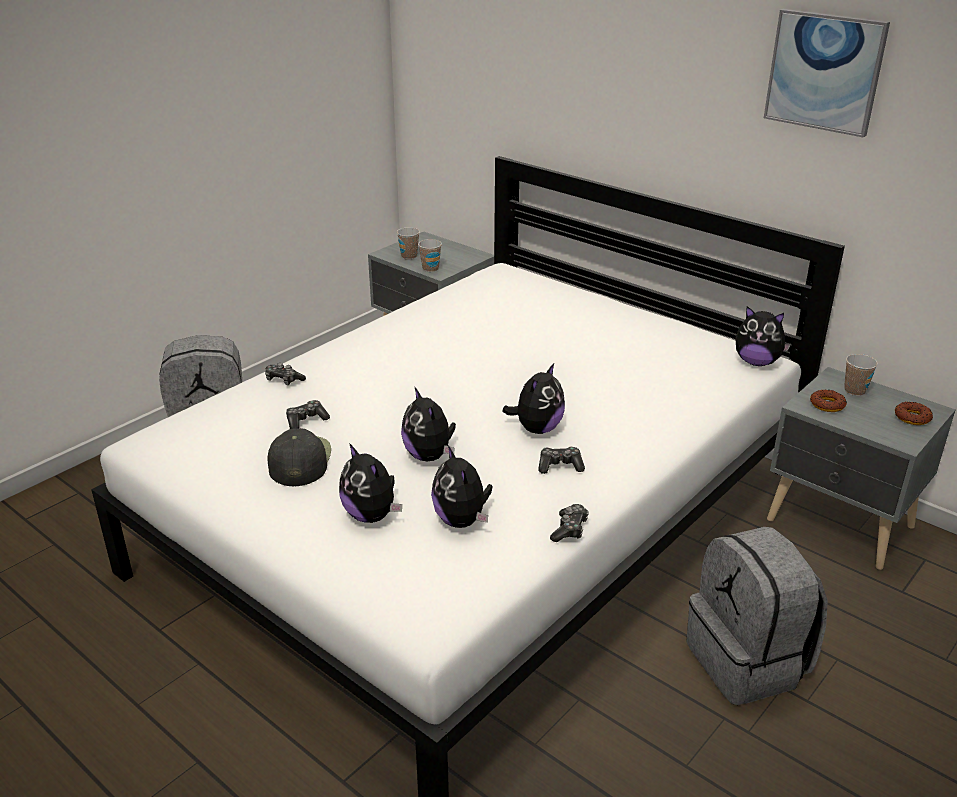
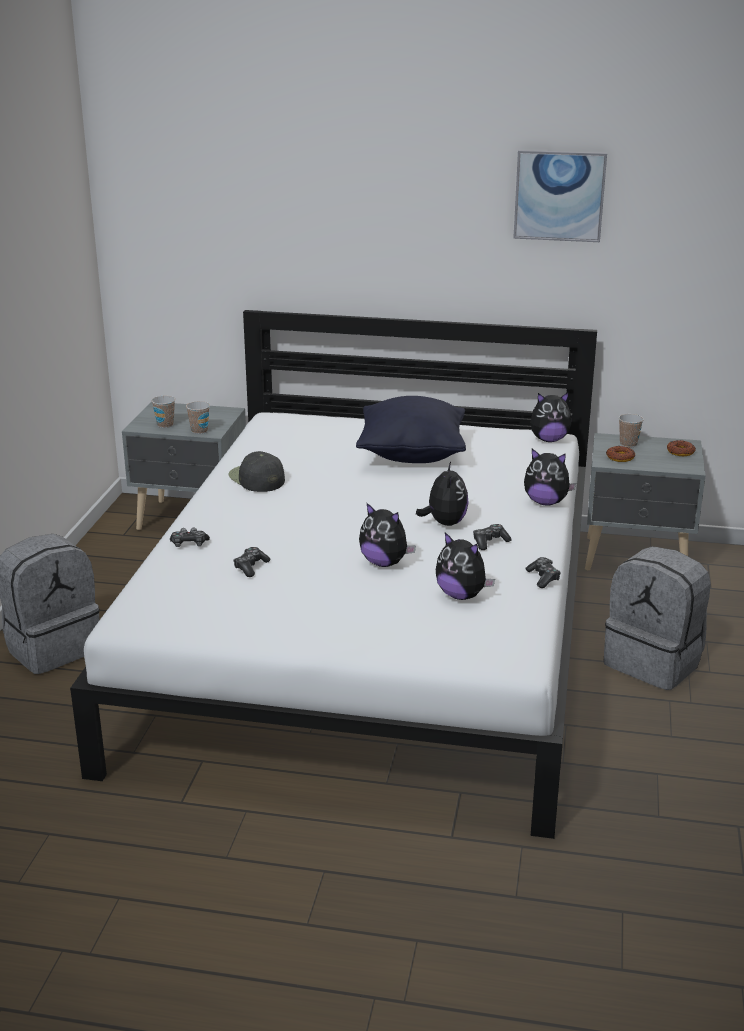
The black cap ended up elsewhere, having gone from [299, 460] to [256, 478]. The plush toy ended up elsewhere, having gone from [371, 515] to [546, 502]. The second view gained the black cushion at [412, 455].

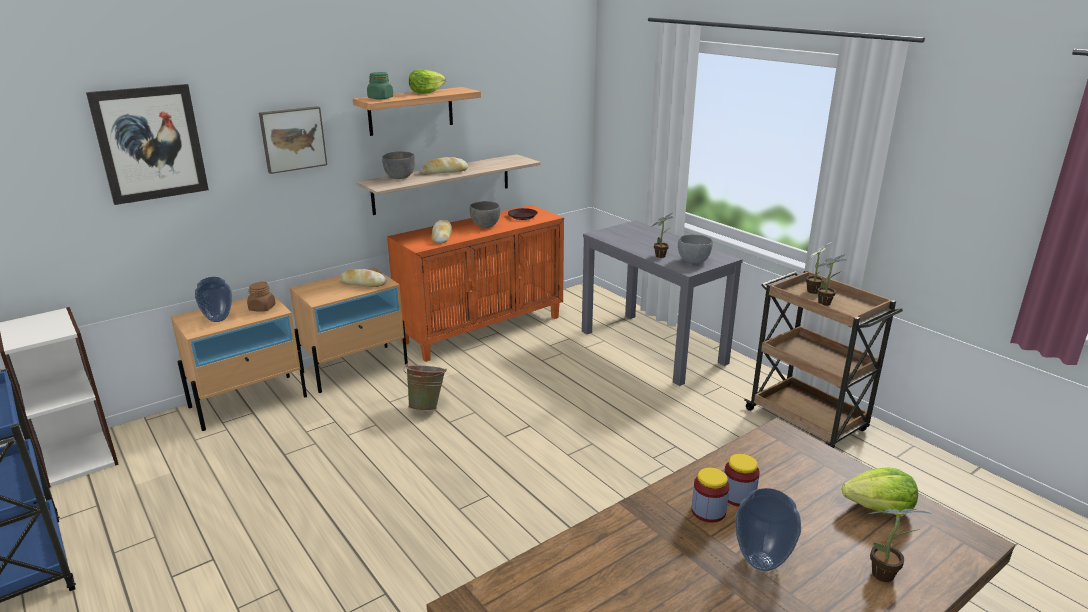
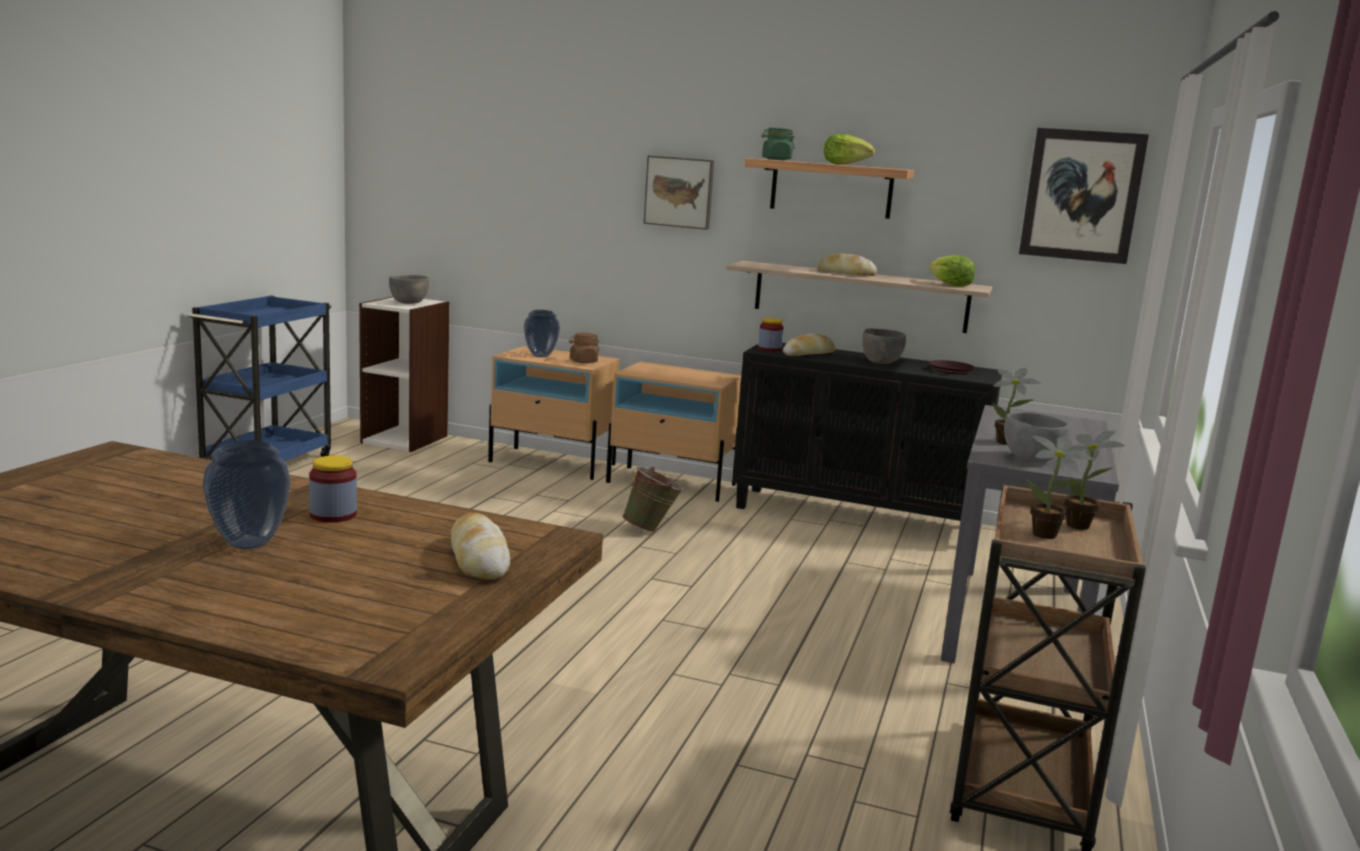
The picture ended up elsewhere, having gone from [150, 143] to [1081, 195]. The baked bread ended up elsewhere, having gone from [362, 283] to [478, 558]. The gray serving bowl ended up elsewhere, having gone from [400, 177] to [409, 303]. What was the orangey cabinet at [483, 329] turned into the black cabinet at [856, 517]. The jar ended up elsewhere, having gone from [738, 496] to [769, 349]. The head of lettuce ended up elsewhere, having gone from [879, 508] to [949, 285]. The second view lost the potted plant at [887, 575].

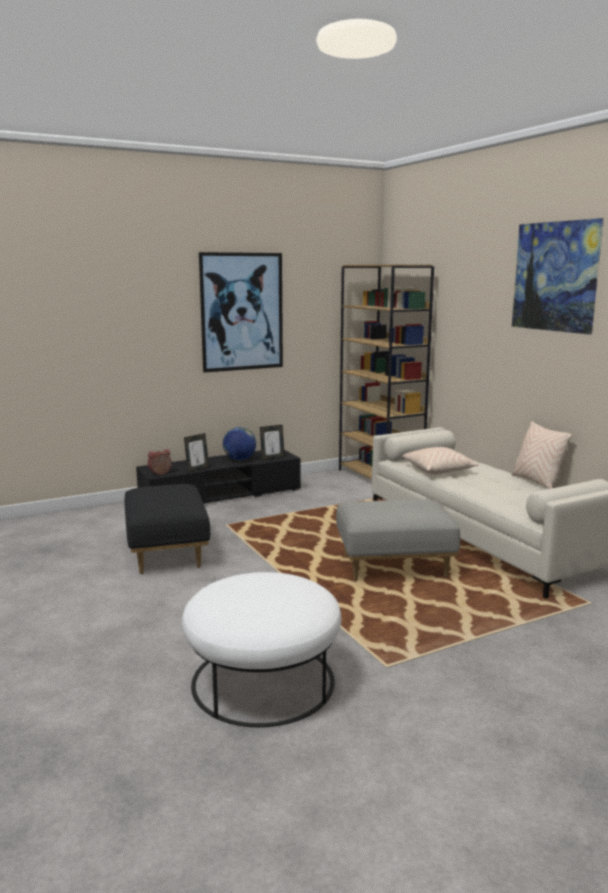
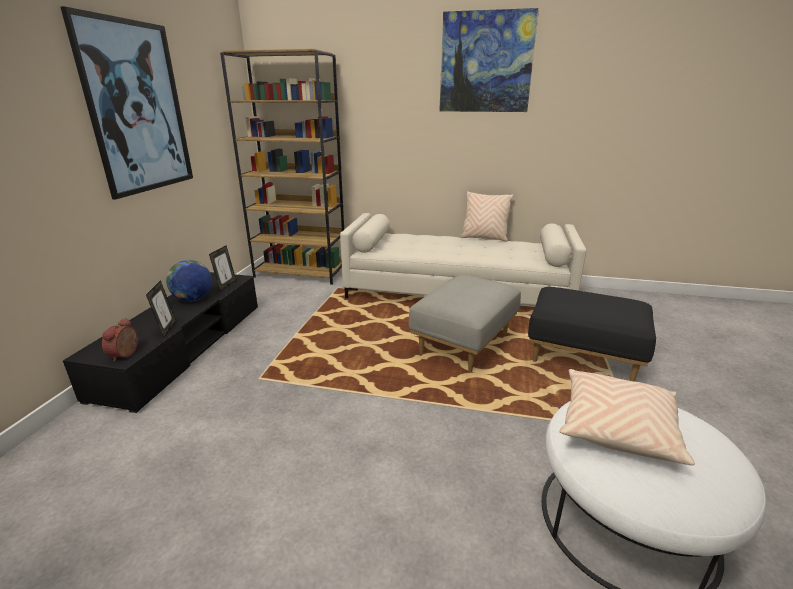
The black footrest ended up elsewhere, having gone from [168, 553] to [583, 357]. The beige-coloured cushion ended up elsewhere, having gone from [439, 470] to [616, 427].

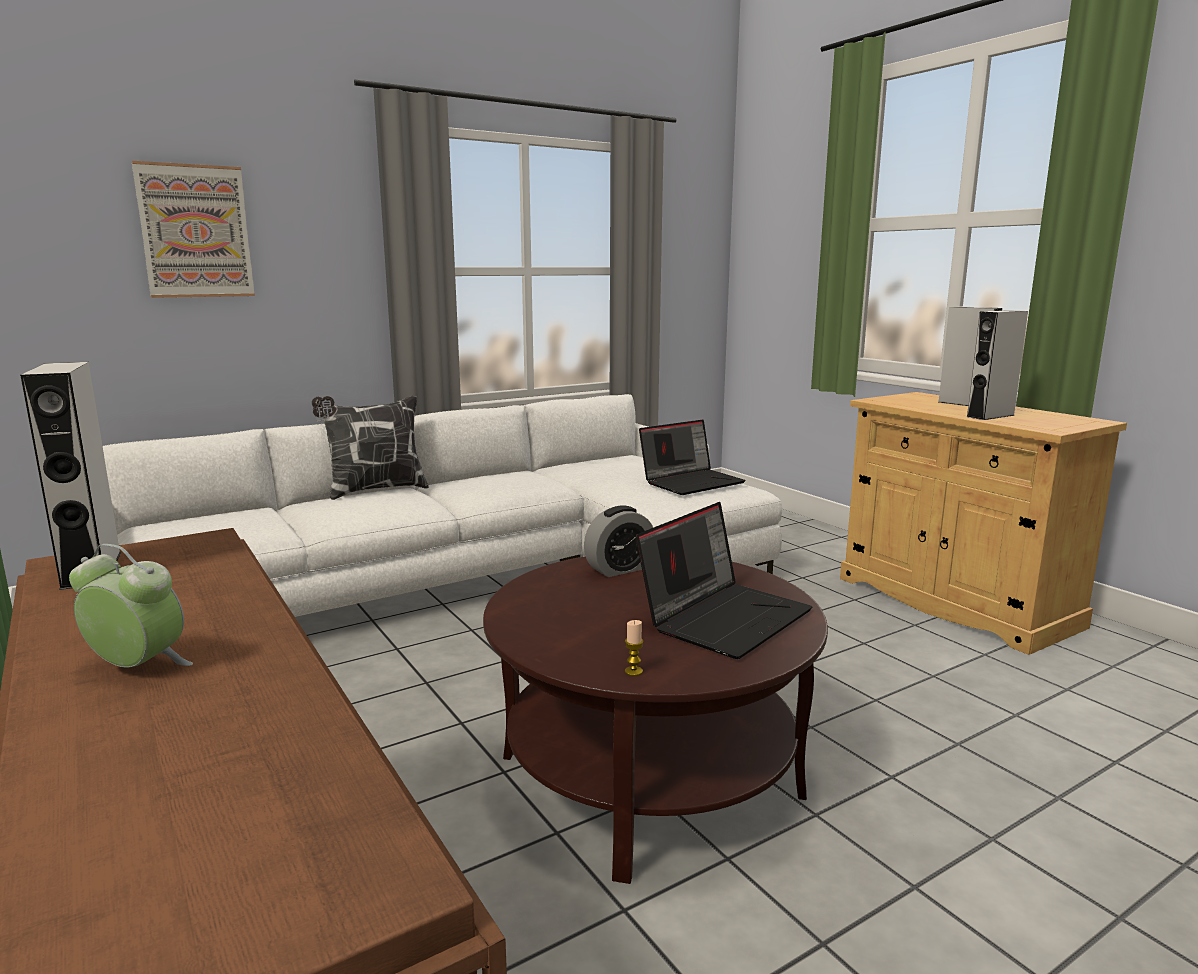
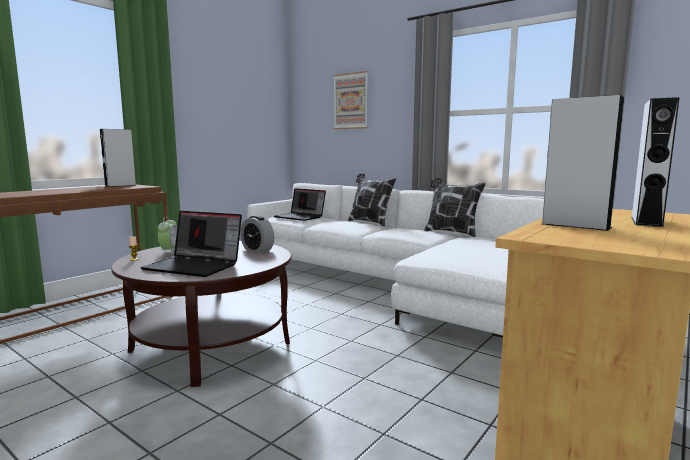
The table clock ended up elsewhere, having gone from [138, 668] to [170, 251]. The notebook computer ended up elsewhere, having gone from [692, 482] to [300, 217]. The second view gained the cushion at [451, 233].

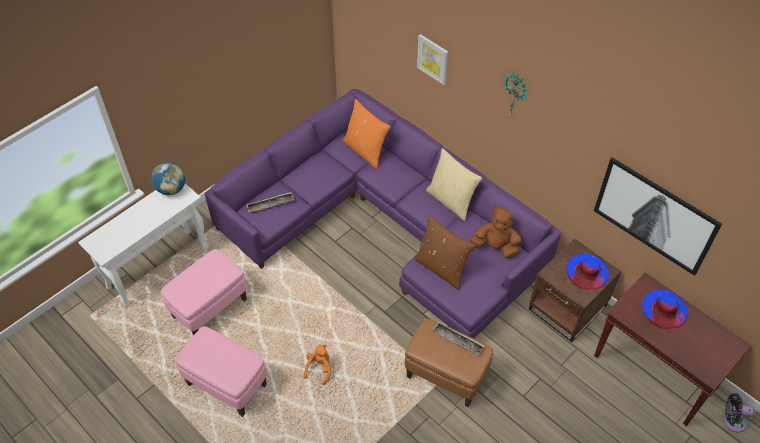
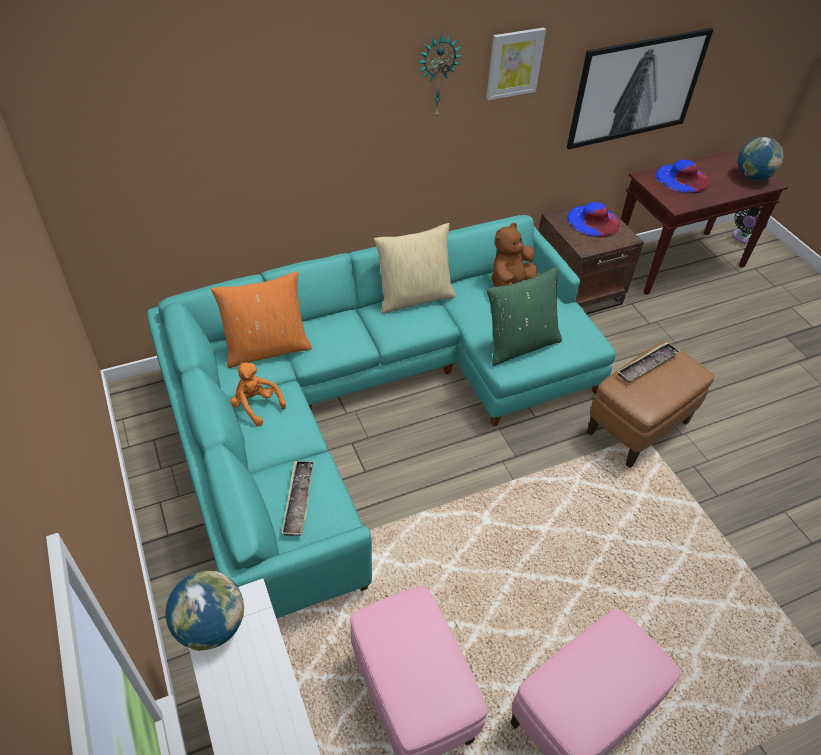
What was the purple-coloured sofa at [388, 224] turned into the turquoise sofa at [369, 401]. The orangey plush toy ended up elsewhere, having gone from [319, 368] to [256, 406]. What was the brownish cushion at [441, 268] turned into the green cushion at [520, 344]. The picture ended up elsewhere, having gone from [433, 59] to [514, 63]. The second view gained the world globe at [752, 177].

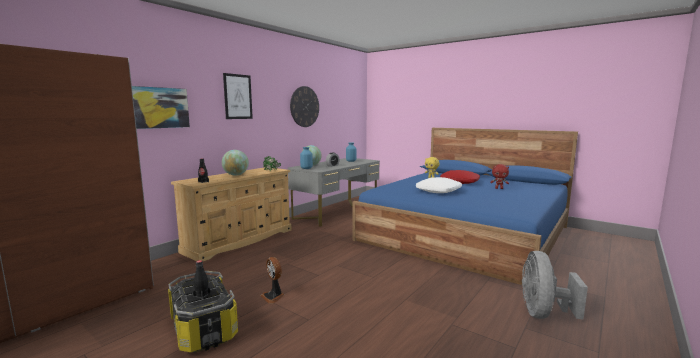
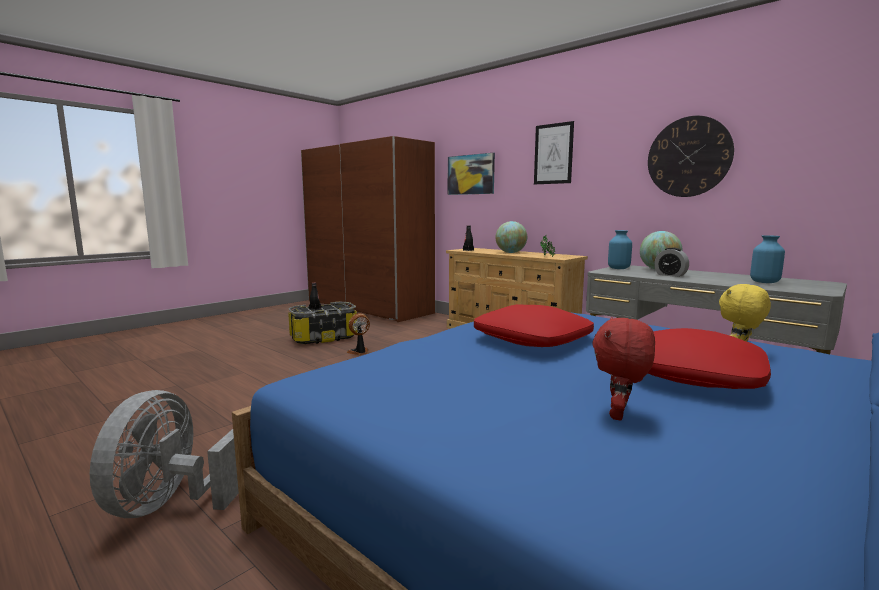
What was the white cushion at [438, 191] turned into the red-coloured cushion at [531, 340]. The gray electric fan at [543, 313] ended up facing another way, 105 degrees counterclockwise from before.

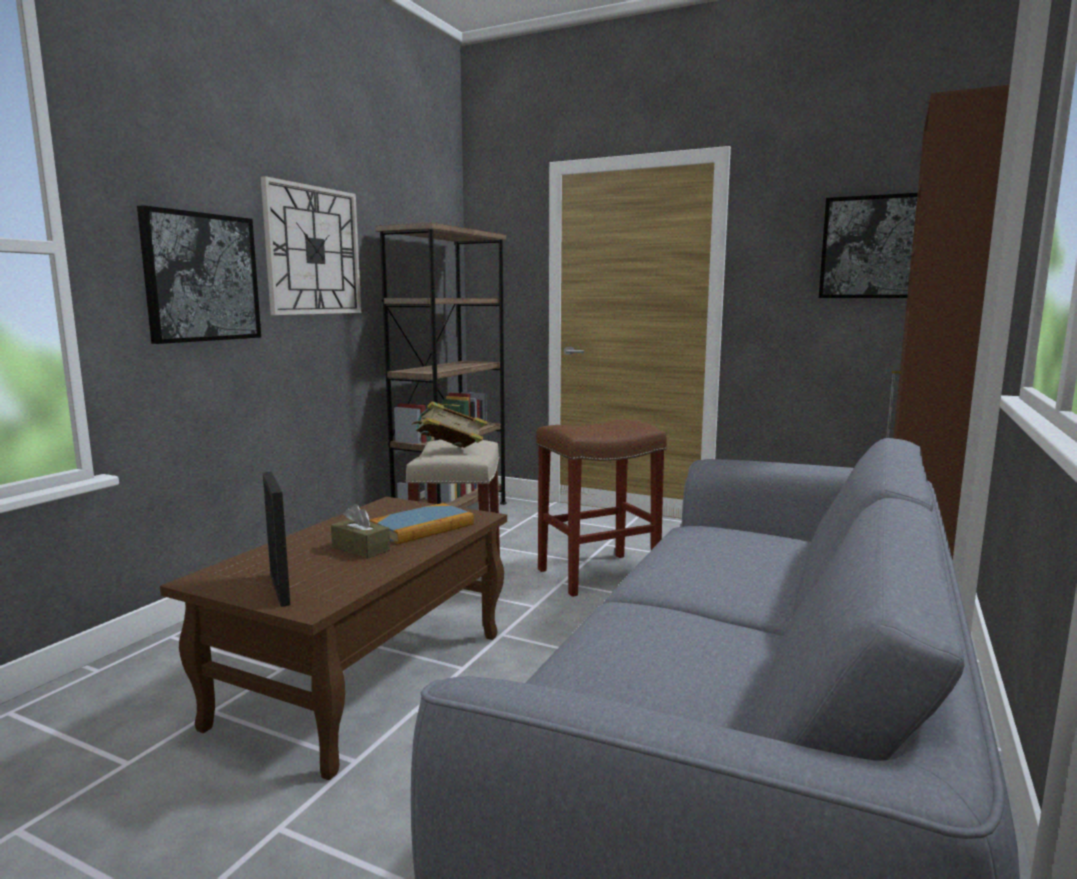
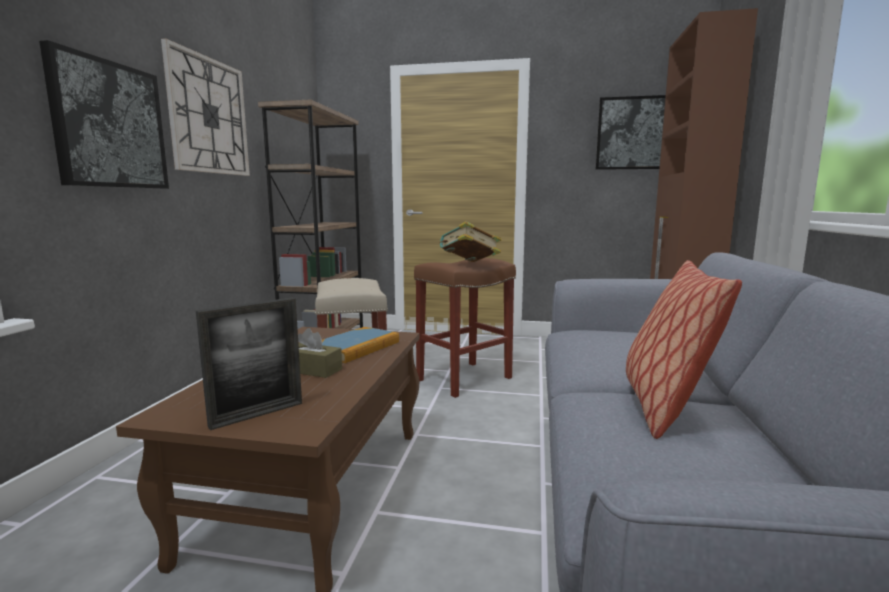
The photo frame at [280, 589] ended up facing another way, 90 degrees clockwise from before. The book ended up elsewhere, having gone from [449, 452] to [469, 264]. The second view gained the cushion at [664, 407].

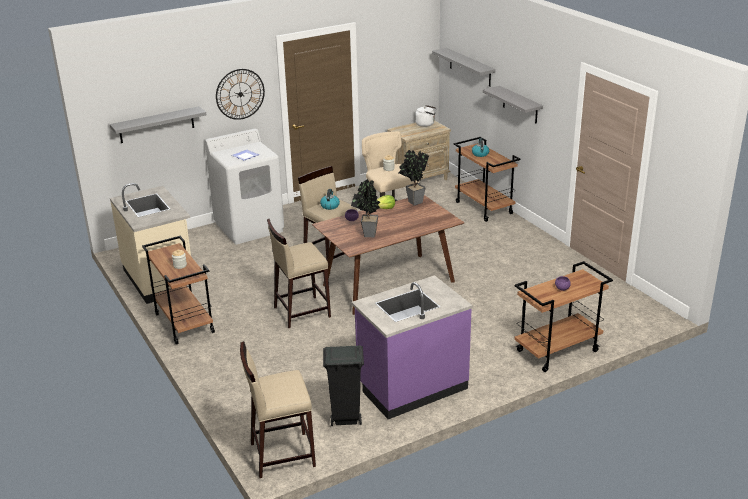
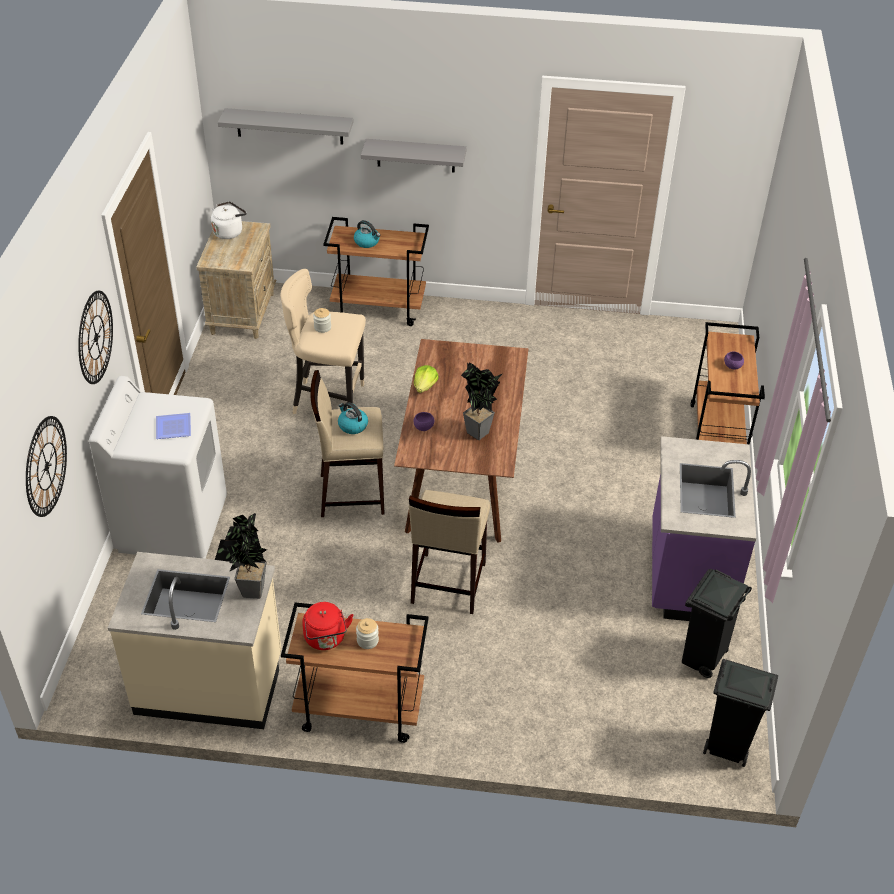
Where the gray shelf hung at [156, 125], the hanging clock came to hang at [46, 466]. Where the beige-coloured stool stood at [281, 454], the black rubbish bin came to stand at [725, 748]. The potted plant ended up elsewhere, having gone from [413, 202] to [250, 593]. The second view gained the red-coloured kettle at [326, 639].

